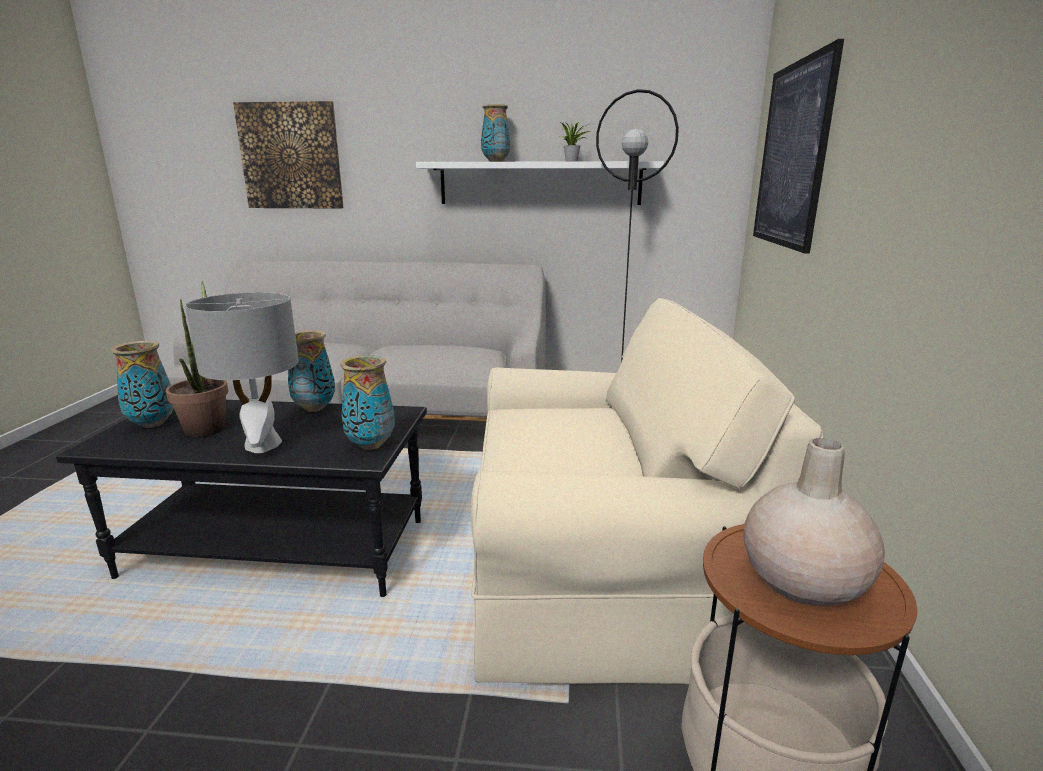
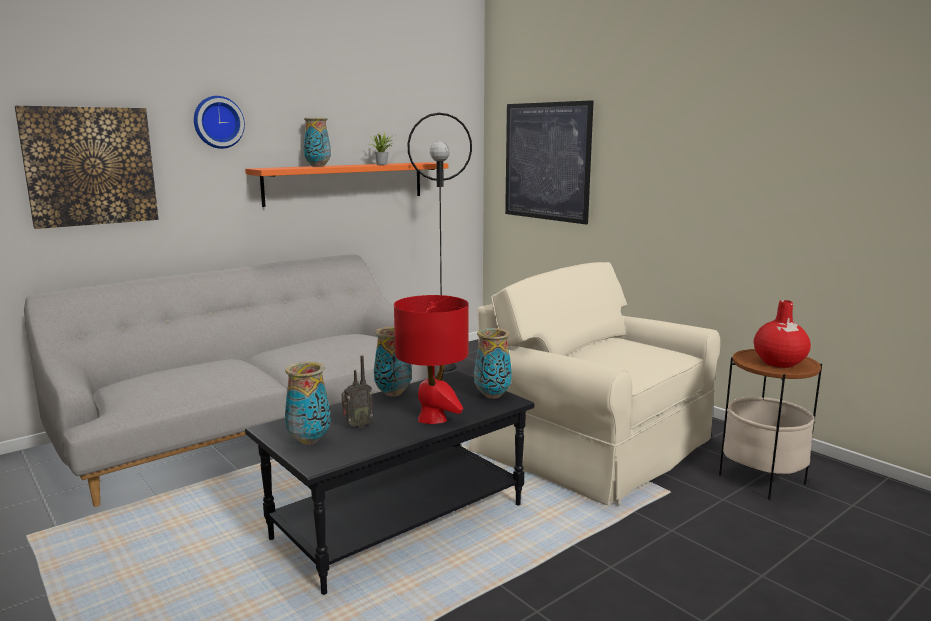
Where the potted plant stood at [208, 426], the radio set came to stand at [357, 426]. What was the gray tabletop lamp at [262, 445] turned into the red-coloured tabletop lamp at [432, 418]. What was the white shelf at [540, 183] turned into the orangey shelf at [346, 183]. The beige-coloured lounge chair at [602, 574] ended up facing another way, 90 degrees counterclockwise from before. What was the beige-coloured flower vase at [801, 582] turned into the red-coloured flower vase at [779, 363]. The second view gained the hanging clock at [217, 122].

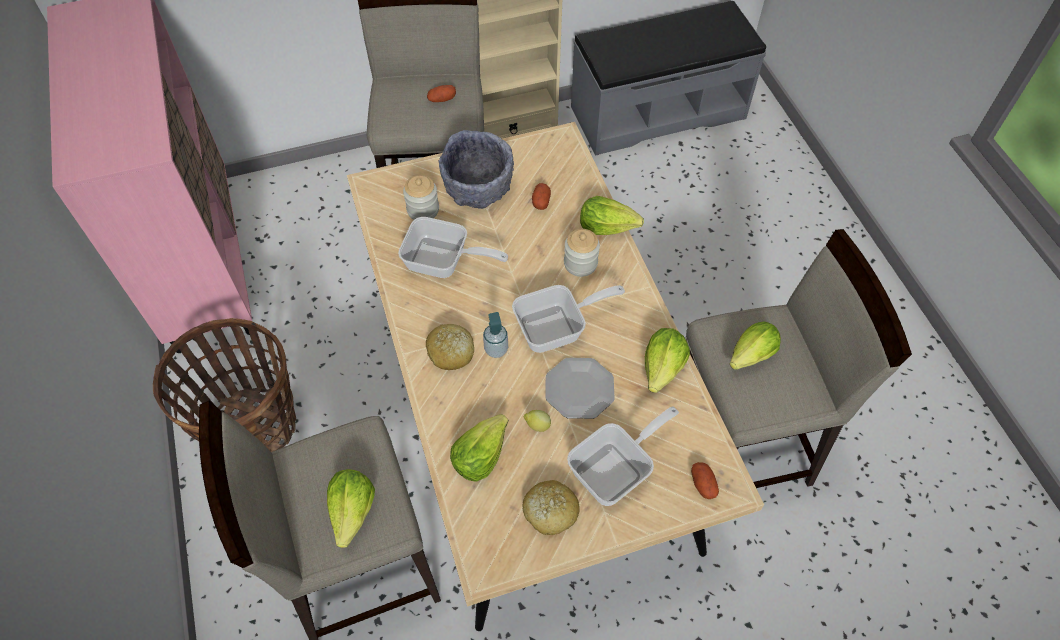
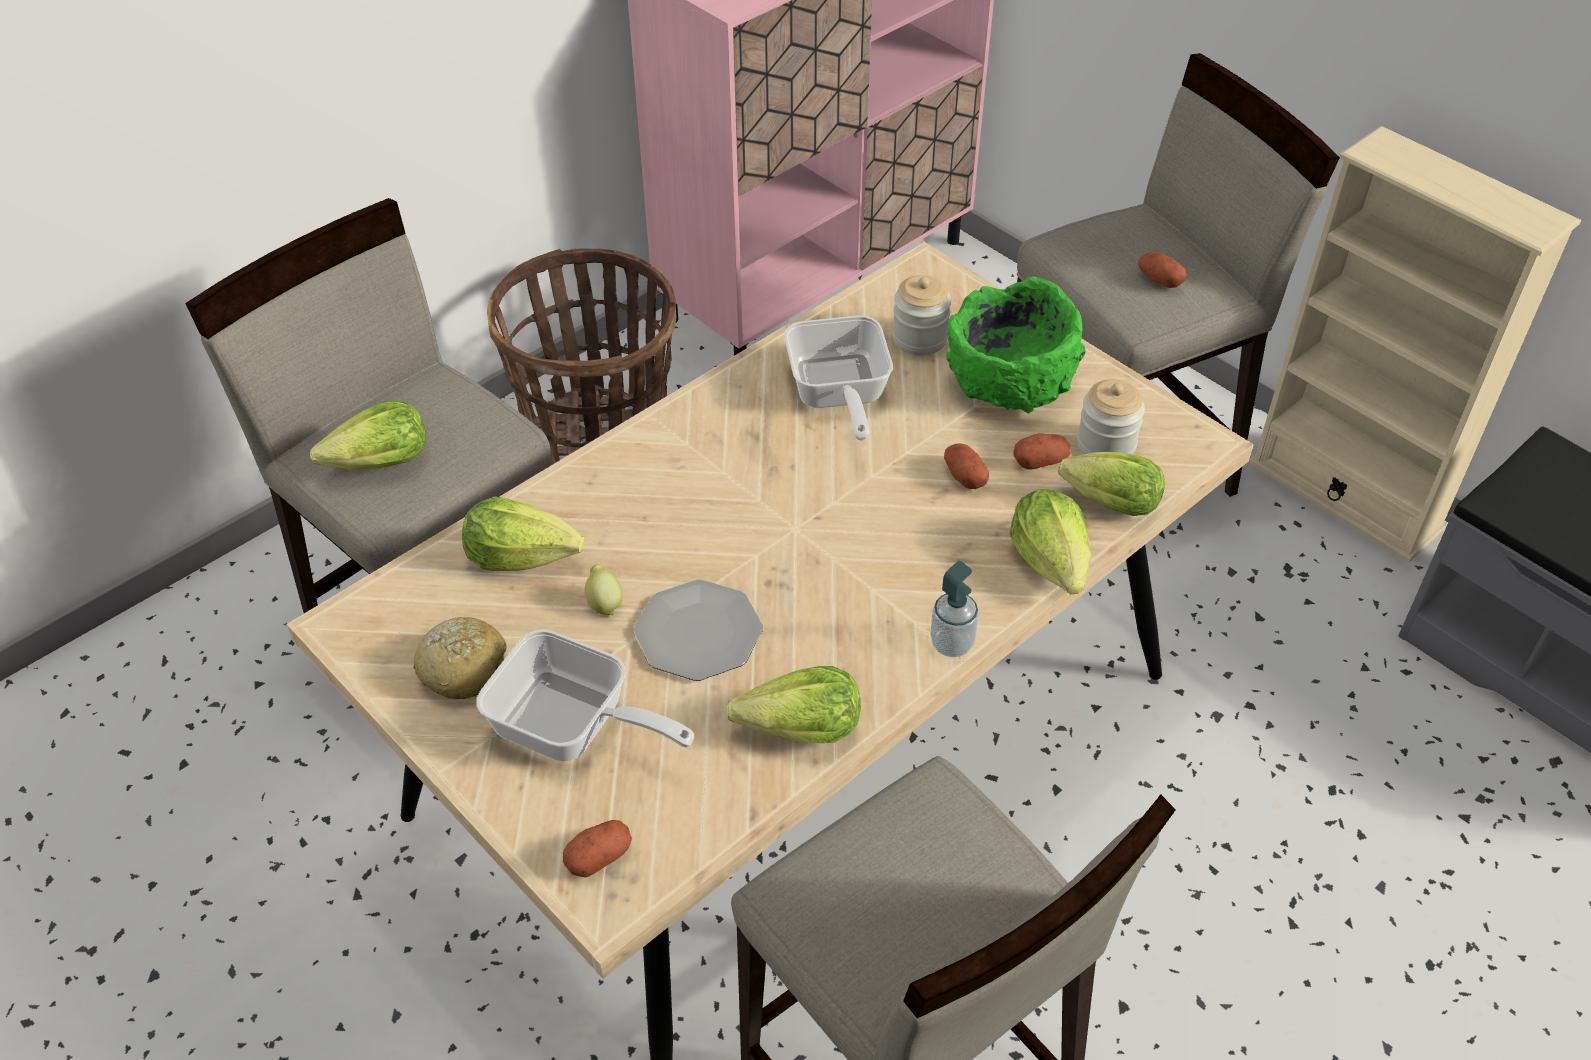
The second view lost the baked bread at [451, 352]. What was the gray serving bowl at [478, 188] turned into the green serving bowl at [1010, 381]. The soap bottle ended up elsewhere, having gone from [496, 349] to [952, 644]. The second view lost the skillet at [557, 328]. The jar ended up elsewhere, having gone from [580, 263] to [1105, 445]. The head of lettuce ended up elsewhere, having gone from [749, 357] to [1105, 502]. The second view gained the potato at [964, 476].

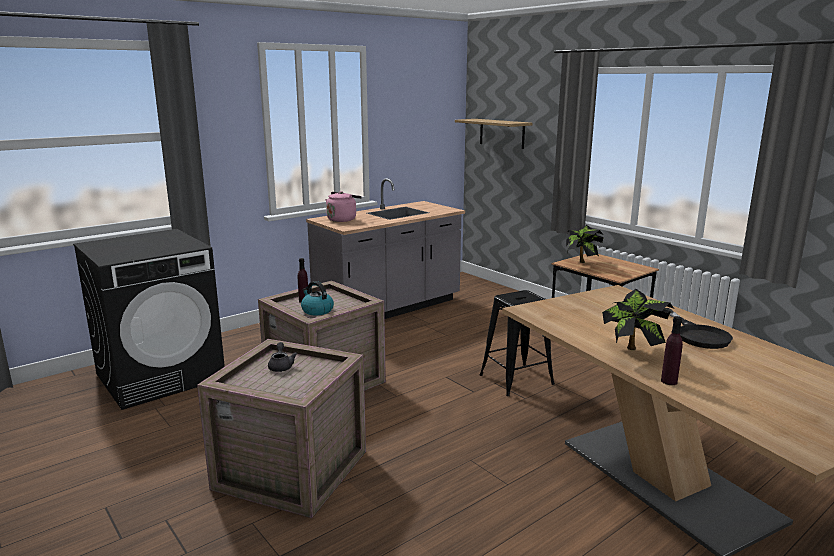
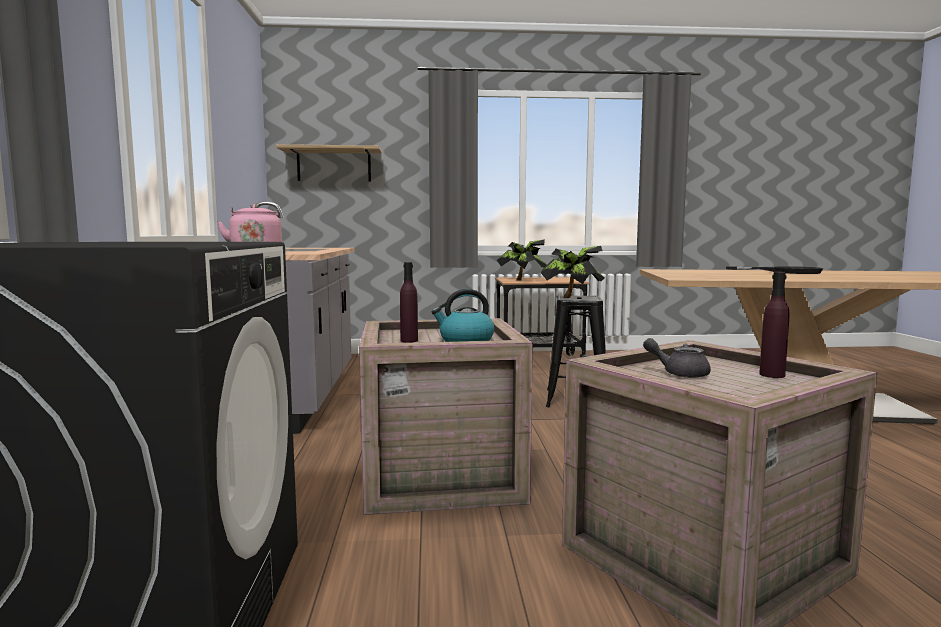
The potted plant ended up elsewhere, having gone from [632, 352] to [572, 298]. The purple-coloured bottle ended up elsewhere, having gone from [669, 381] to [772, 375].

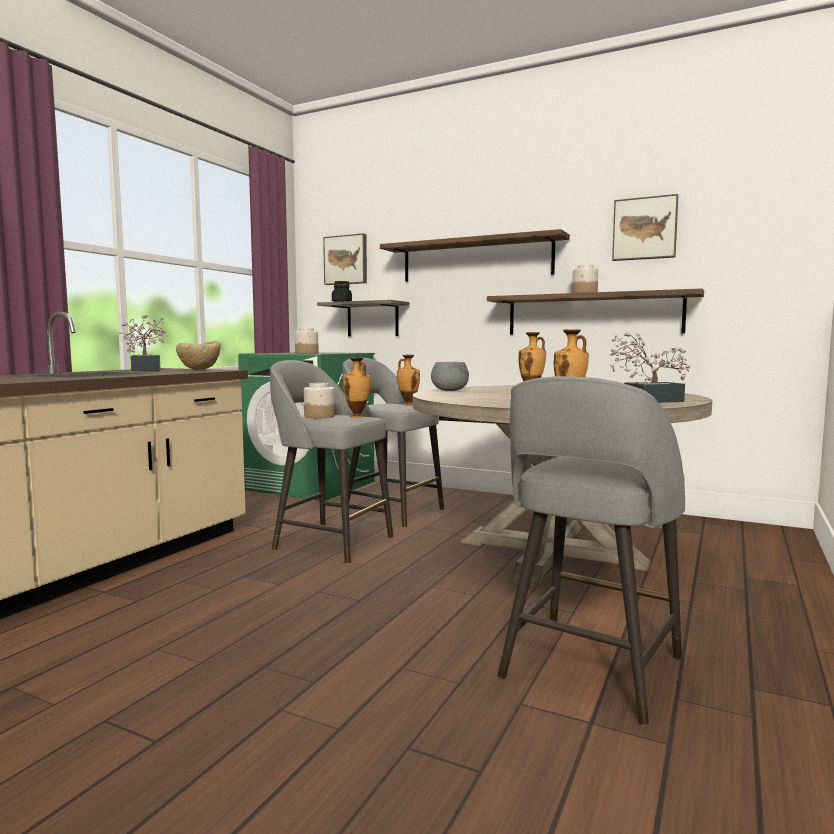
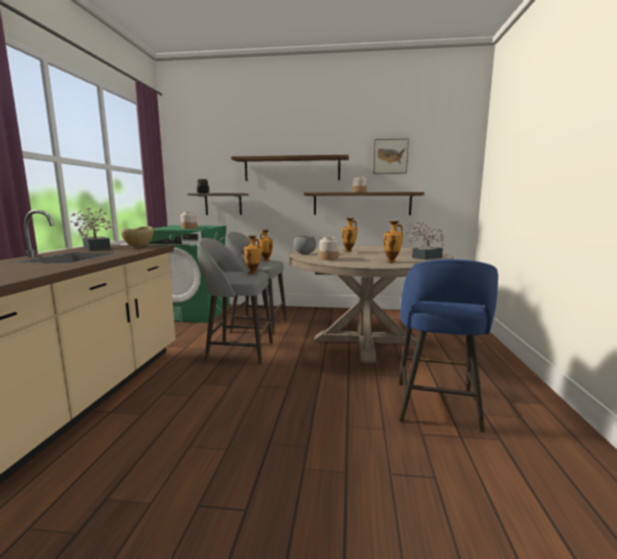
The jar ended up elsewhere, having gone from [320, 416] to [329, 258]. The second view lost the picture at [346, 260]. What was the gray stool at [589, 670] turned into the blue stool at [437, 407].

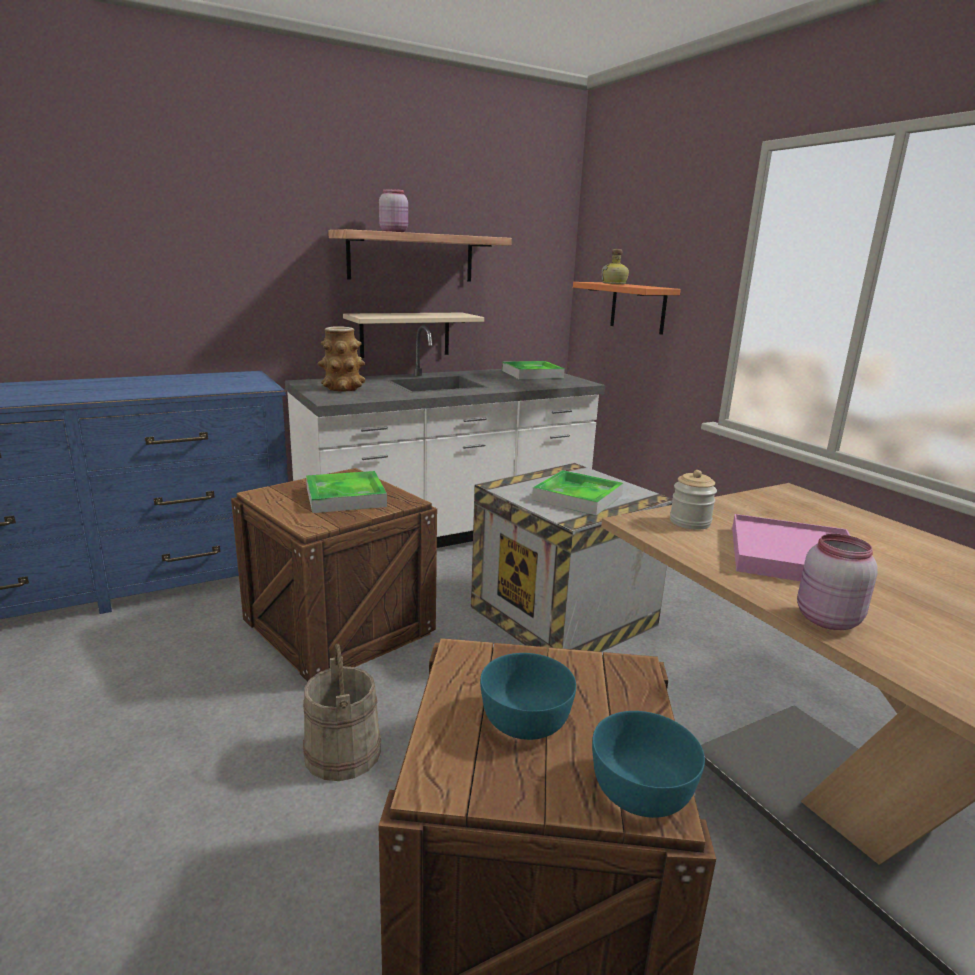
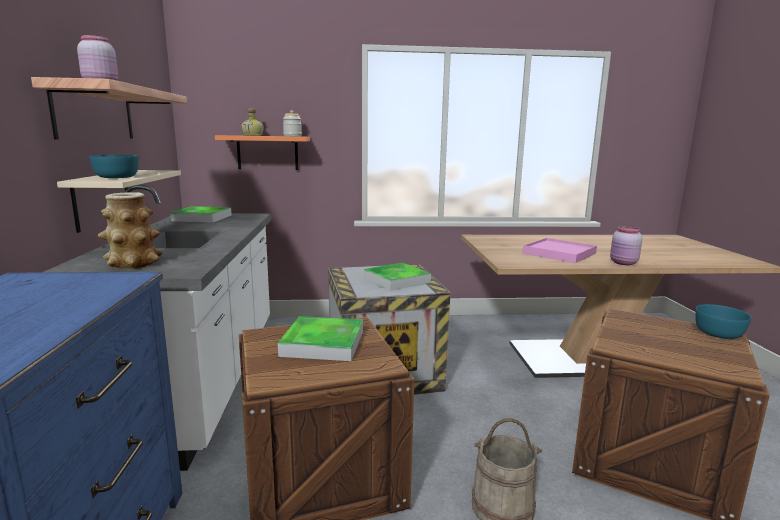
The turquoise serving bowl ended up elsewhere, having gone from [527, 719] to [117, 177]. The jar ended up elsewhere, having gone from [690, 522] to [292, 136].

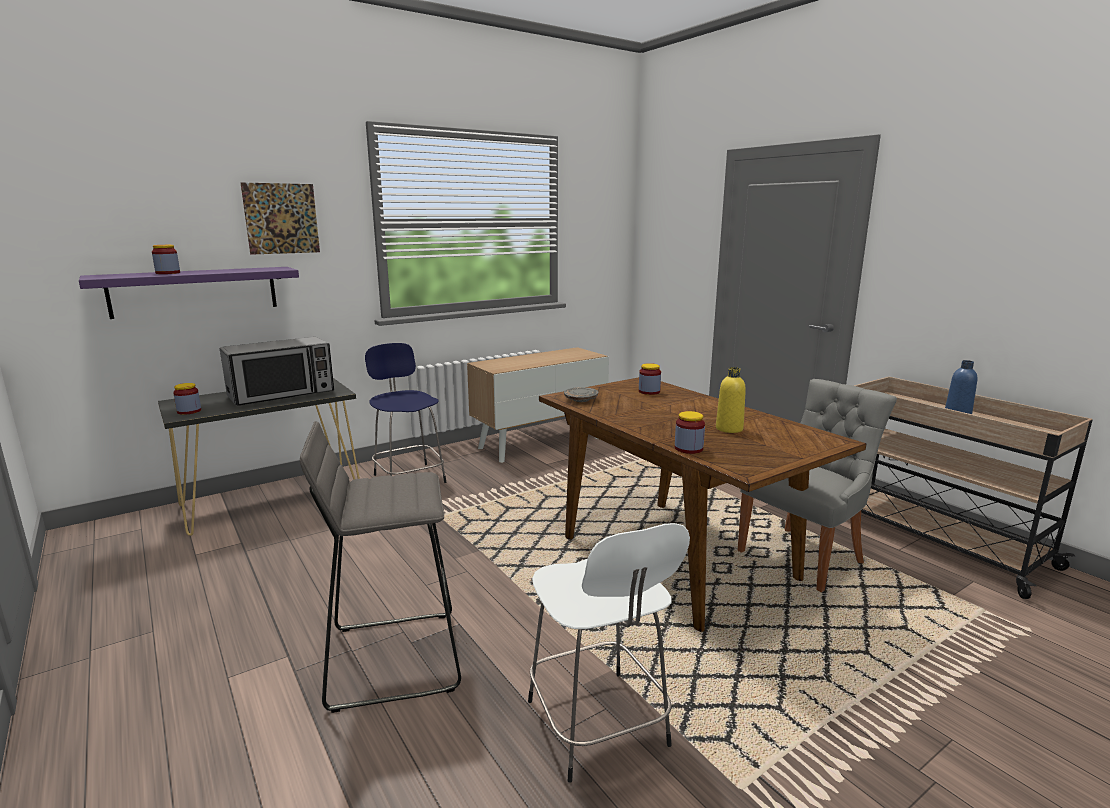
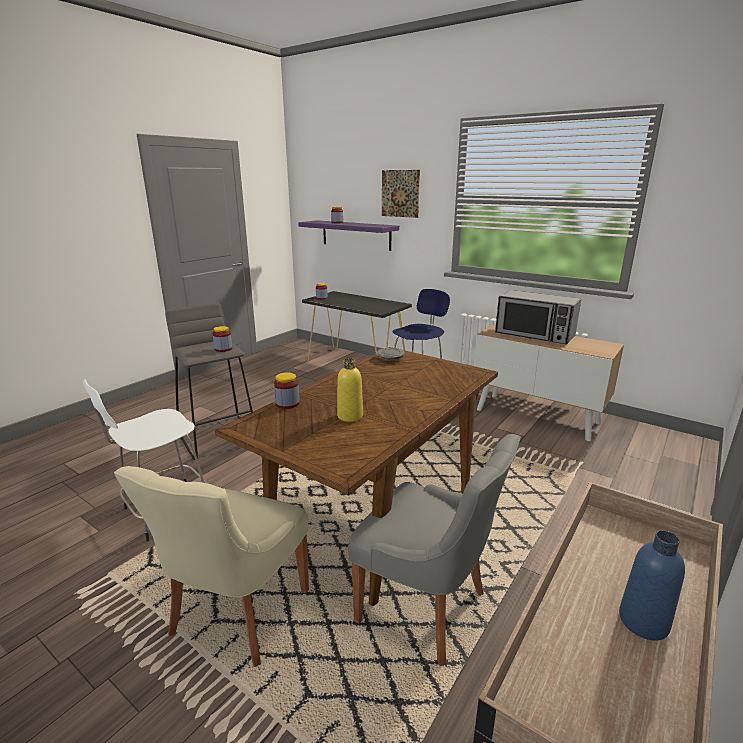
The kitchen microwave ended up elsewhere, having gone from [282, 394] to [534, 335]. The jar ended up elsewhere, having gone from [649, 392] to [223, 349]. The second view gained the beige-coloured upright chair at [236, 615].

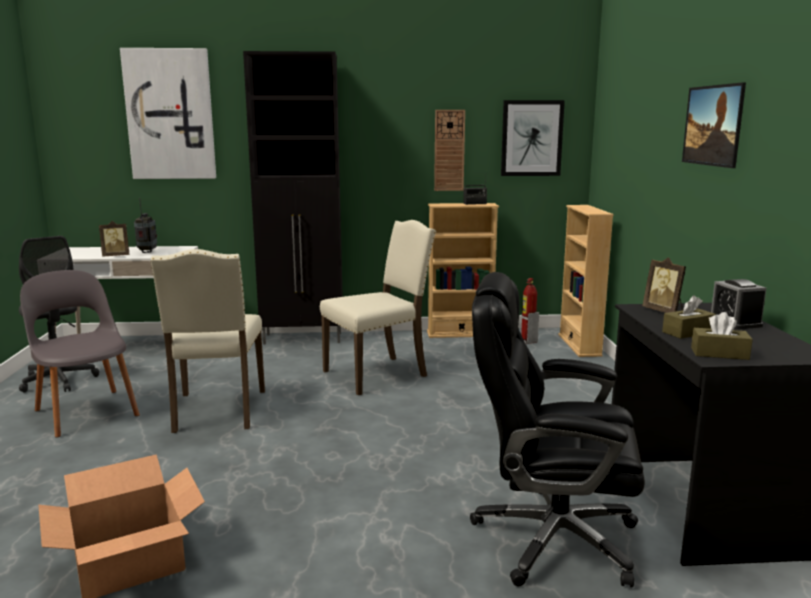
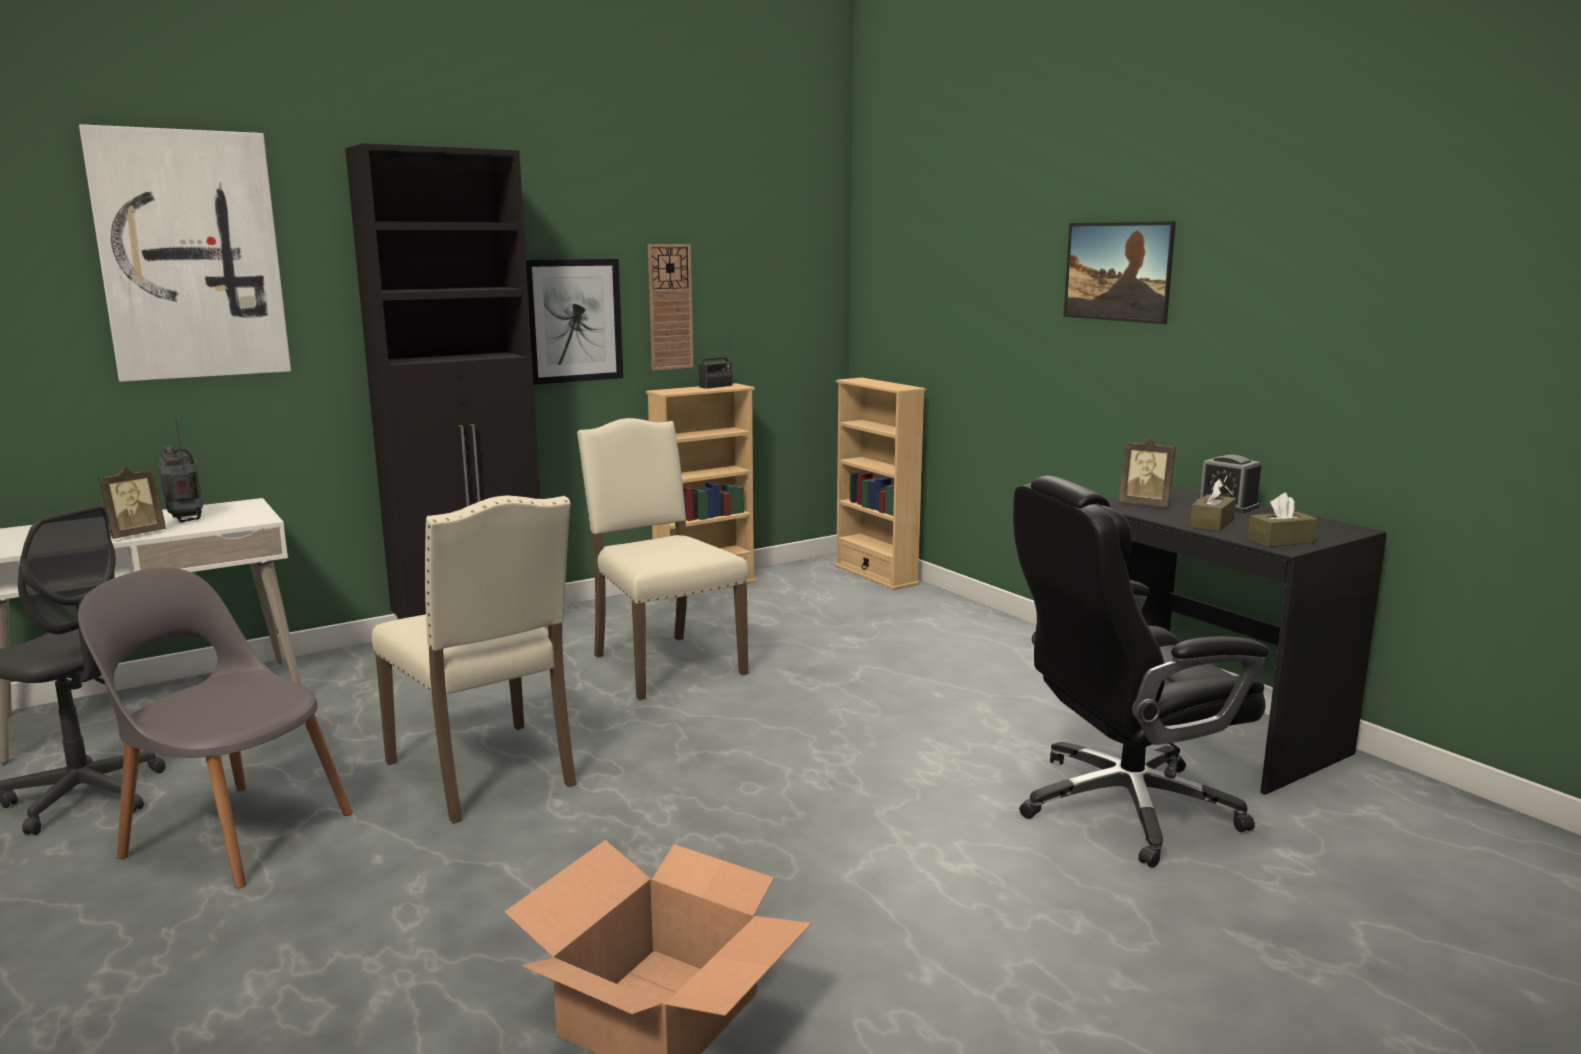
The beige-coloured upright chair at [378, 374] ended up facing another way, 60 degrees counterclockwise from before. The picture ended up elsewhere, having gone from [531, 138] to [573, 320]. The second view lost the extinguisher at [527, 341].

